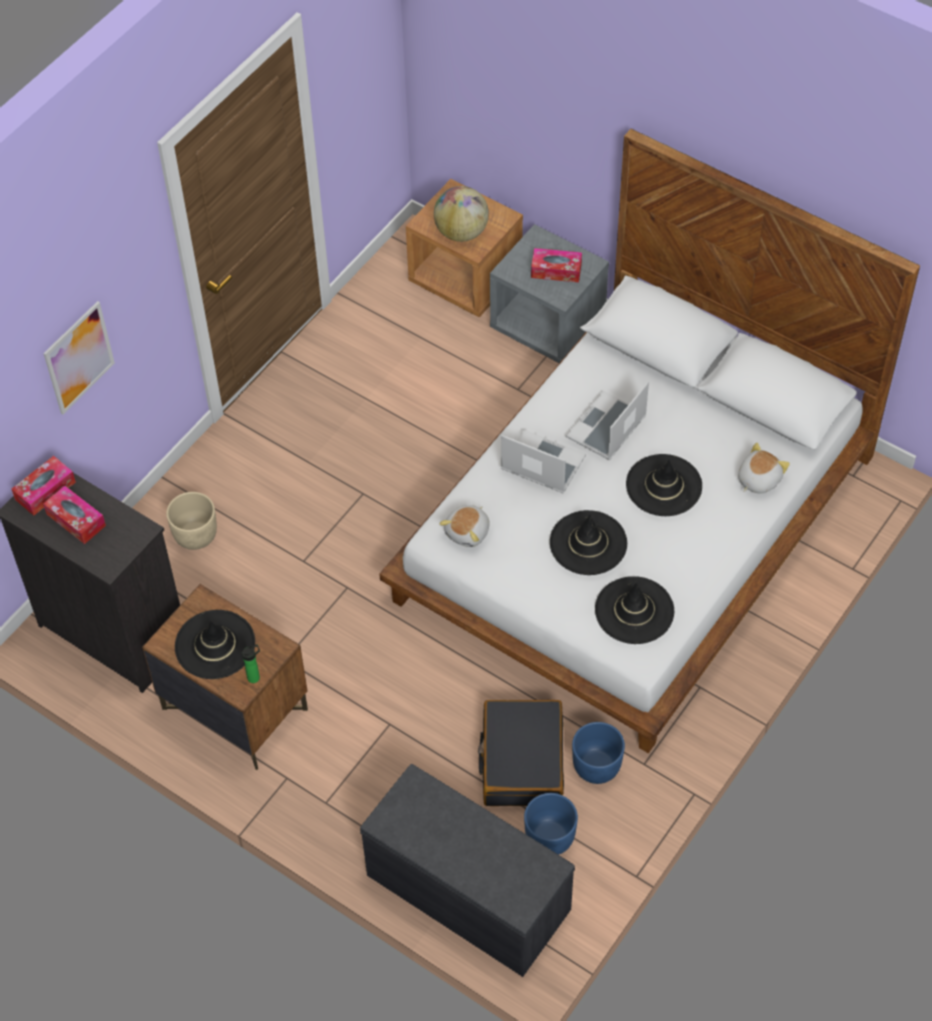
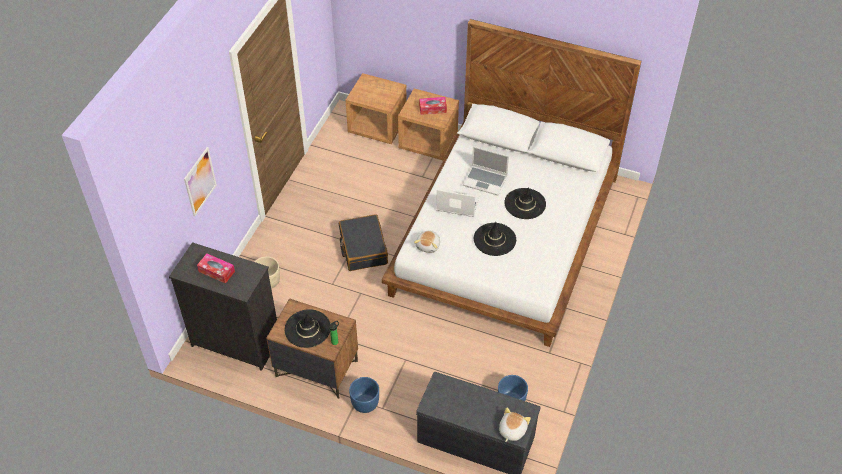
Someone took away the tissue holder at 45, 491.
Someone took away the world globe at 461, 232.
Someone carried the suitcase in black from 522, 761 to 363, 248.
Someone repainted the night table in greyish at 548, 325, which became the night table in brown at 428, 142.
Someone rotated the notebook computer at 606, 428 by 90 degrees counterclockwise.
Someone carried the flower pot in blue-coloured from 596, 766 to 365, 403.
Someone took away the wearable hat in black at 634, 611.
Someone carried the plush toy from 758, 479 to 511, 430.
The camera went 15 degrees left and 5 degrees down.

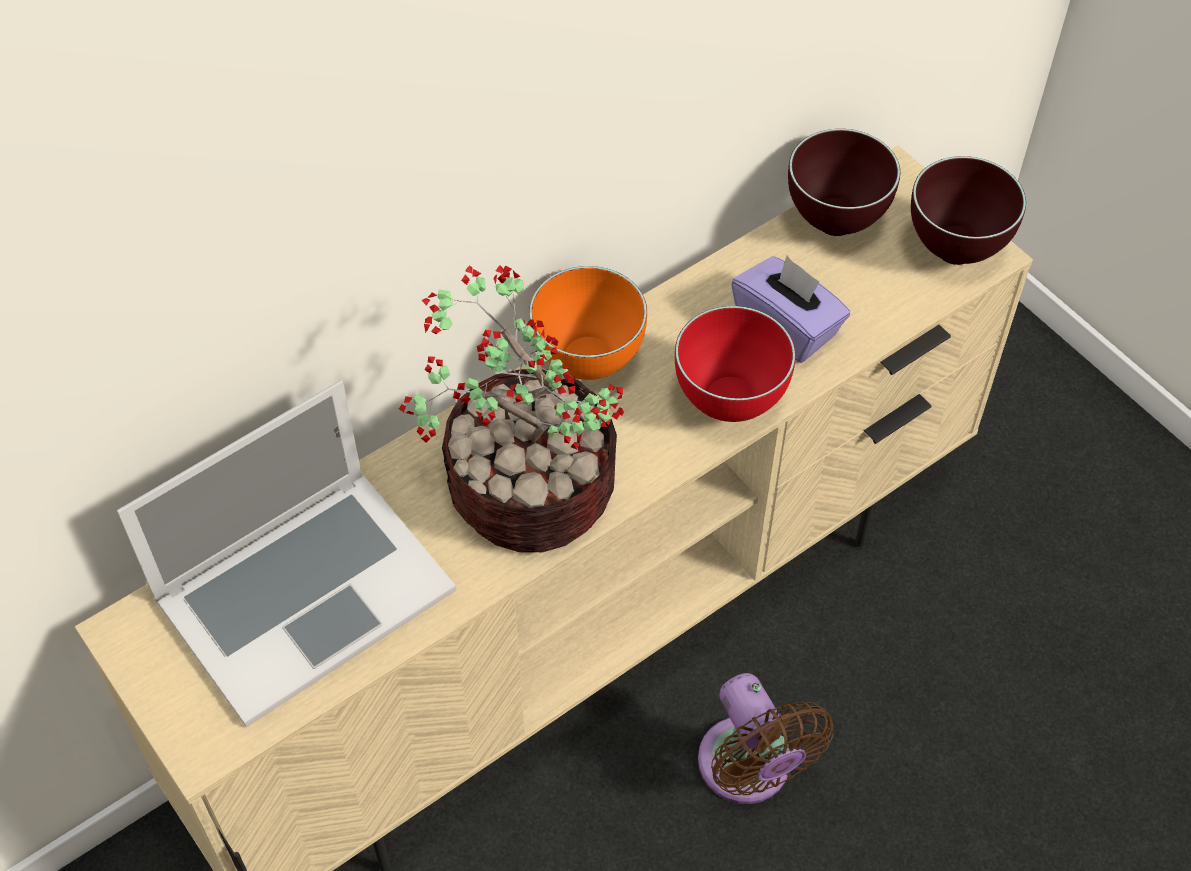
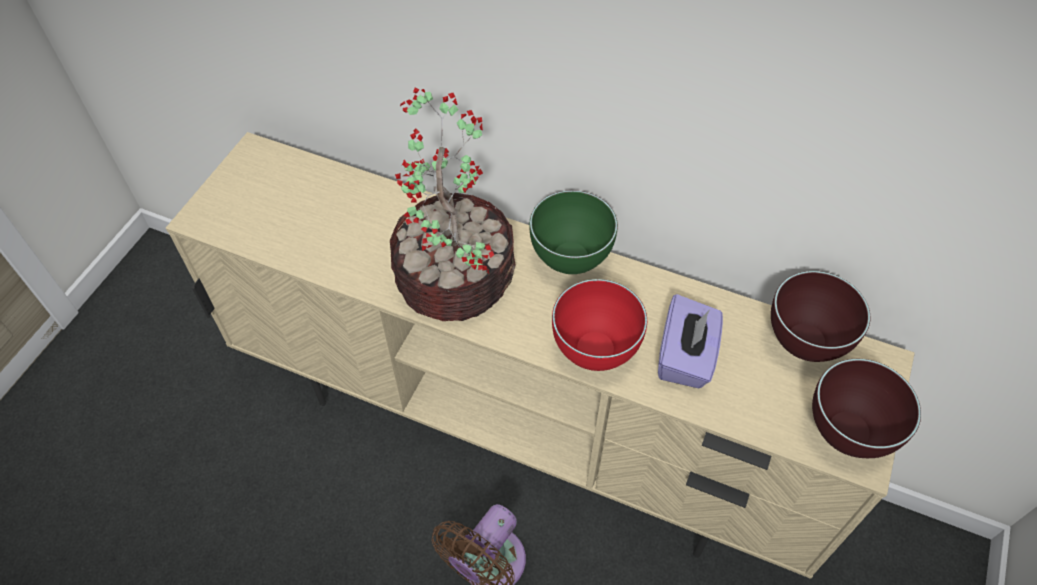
Someone took away the notebook computer at 304, 592.
Someone repainted the bowl in orangey at 590, 361, which became the bowl in greenish at 572, 262.
The camera went 60 degrees right and 0 degrees up.

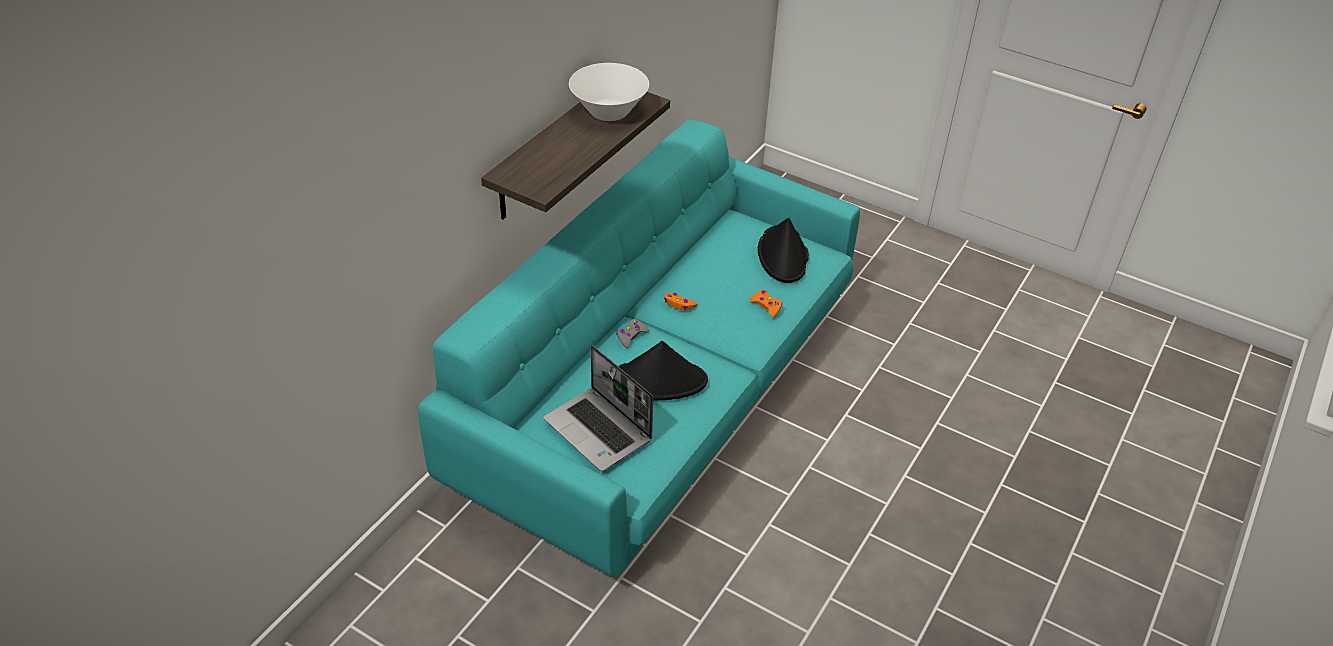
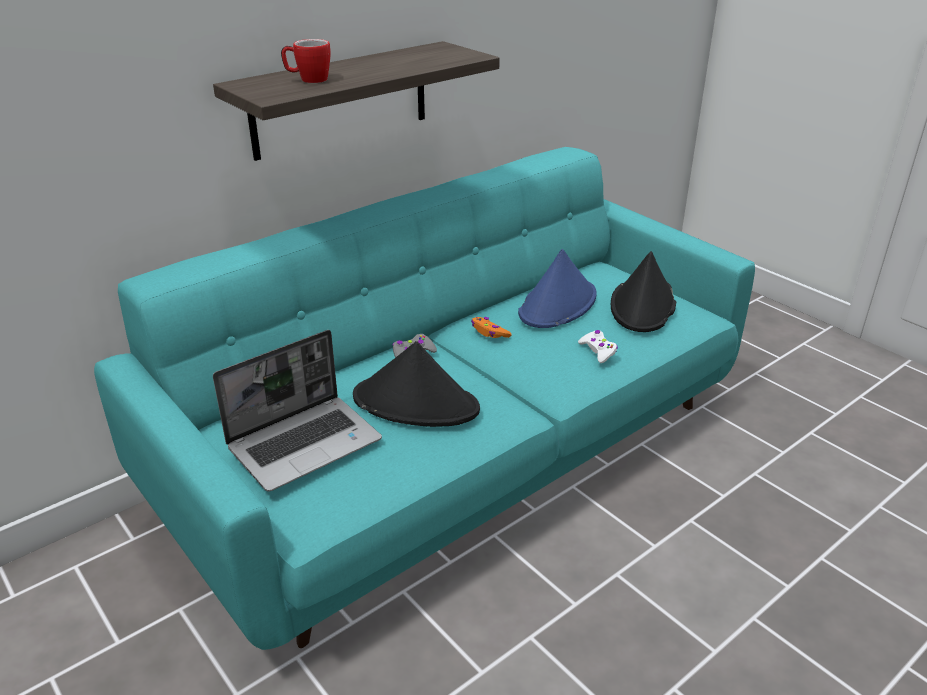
Someone rotated the notebook computer at 599, 430 by 105 degrees counterclockwise.
Someone took away the bowl in white at 609, 112.
Someone repainted the game controller in orangey at 766, 306, which became the game controller in white at 598, 351.
Someone put down the mug at 308, 80.
Someone put down the wearable hat in blue-coloured at 558, 305.
The camera went 20 degrees right and 10 degrees down.

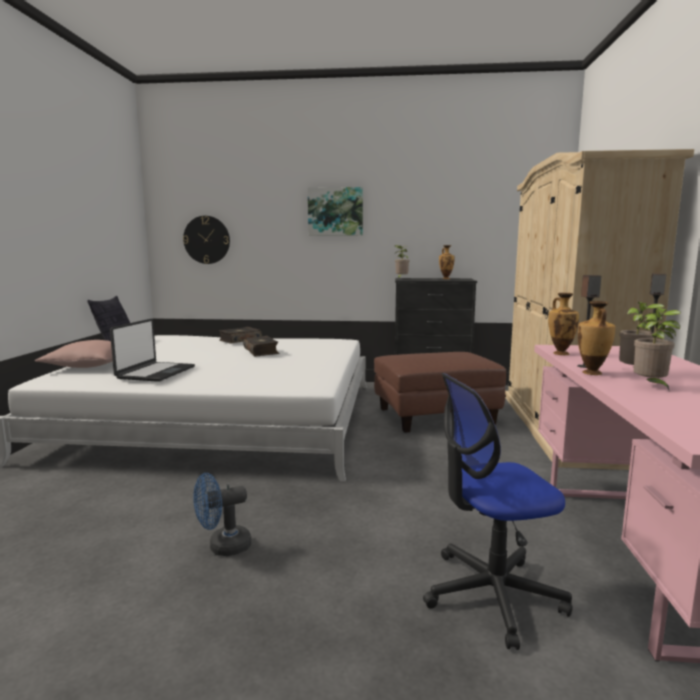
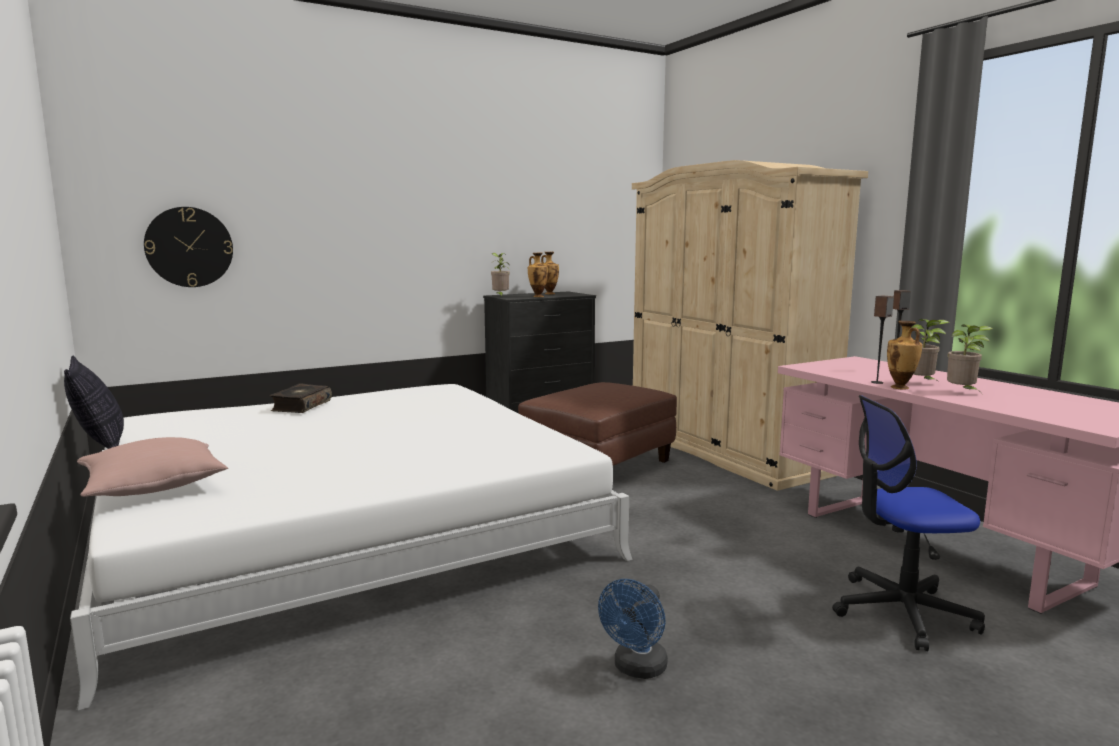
Someone took away the notebook computer at 155, 373.
Someone took away the bound book at 261, 351.
Someone took away the wall art at 335, 212.
Someone rotated the desk chair at 492, 594 by 45 degrees clockwise.
Someone carried the flower vase from 560, 353 to 537, 296.
The camera went 35 degrees left and 0 degrees up.

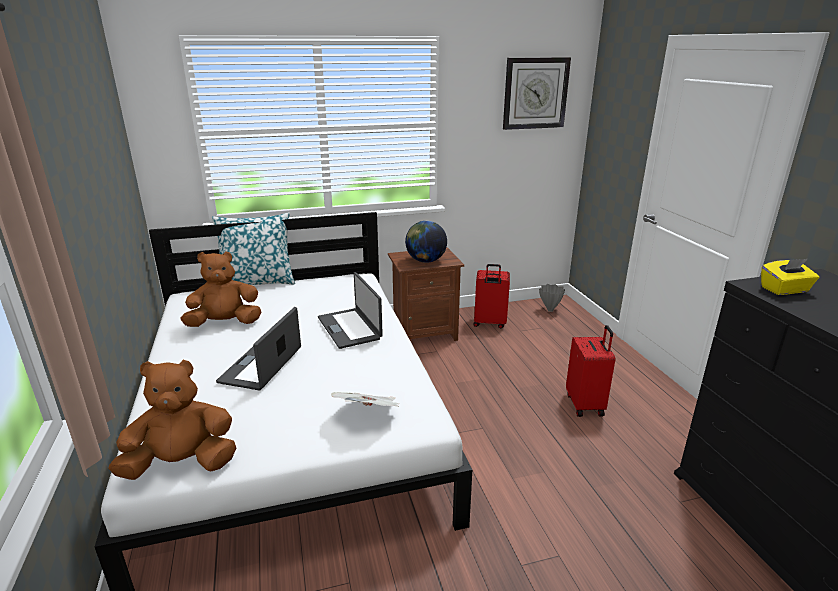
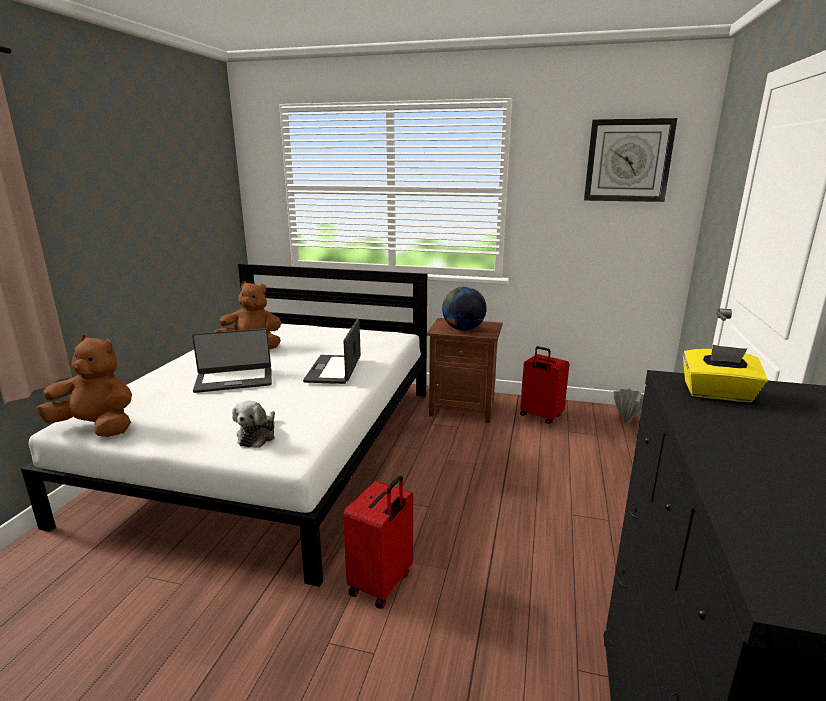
Someone took away the throw pillow at 258, 282.
Someone rotated the notebook computer at 262, 365 by 150 degrees counterclockwise.
Someone swapped the daily paper at 369, 414 for the plush toy at 258, 435.
Someone carried the suitcase in reddish from 585, 405 to 382, 584.
The camera went 30 degrees right and 5 degrees down.

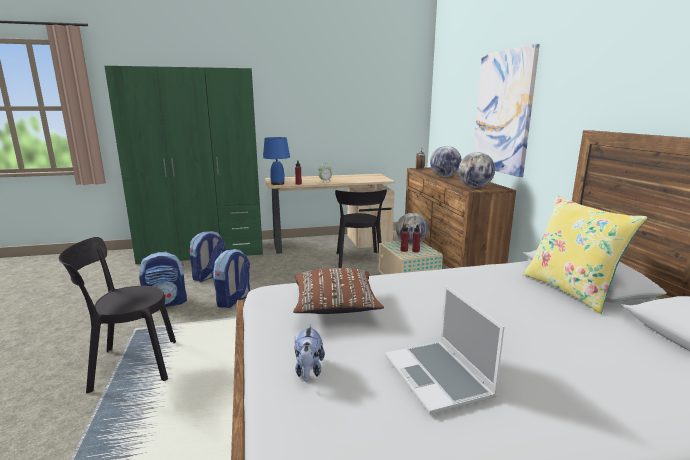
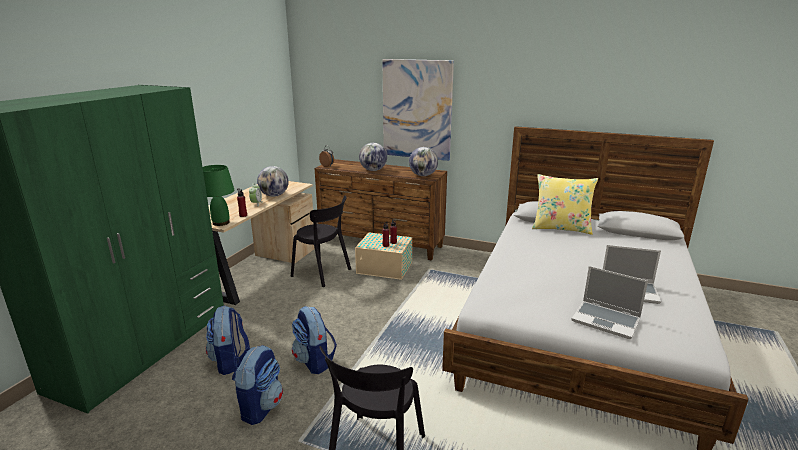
Someone repainted the tabletop lamp in blue-coloured at 278, 183, which became the tabletop lamp in greenish at 221, 222.
Someone took away the throw pillow in brown at 335, 306.
Someone swapped the plush toy at 309, 370 for the notebook computer at 606, 320.
Someone carried the world globe from 411, 243 to 274, 195.
The camera went 55 degrees left and 5 degrees up.

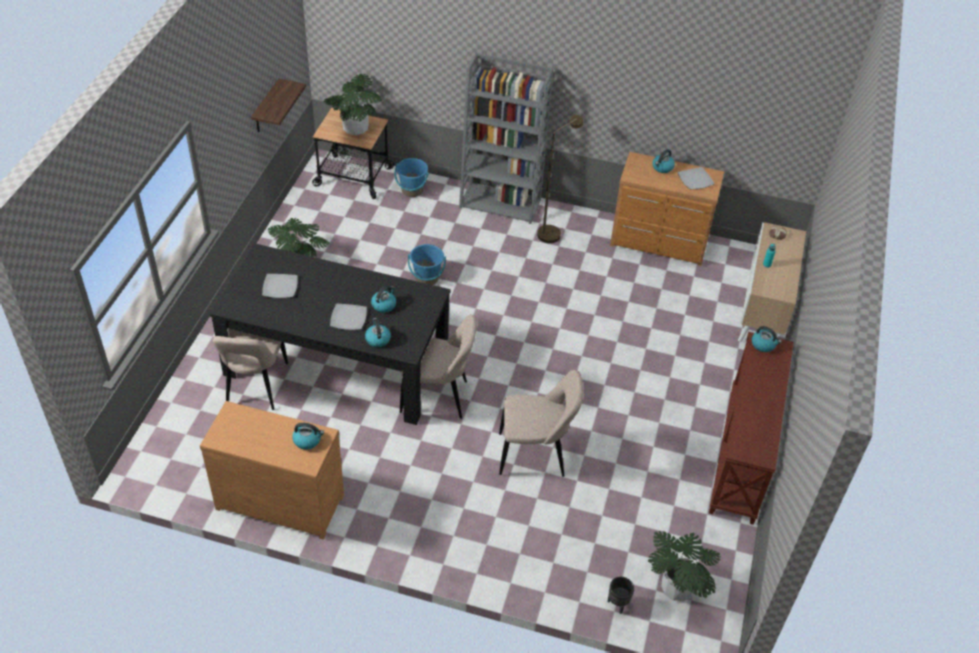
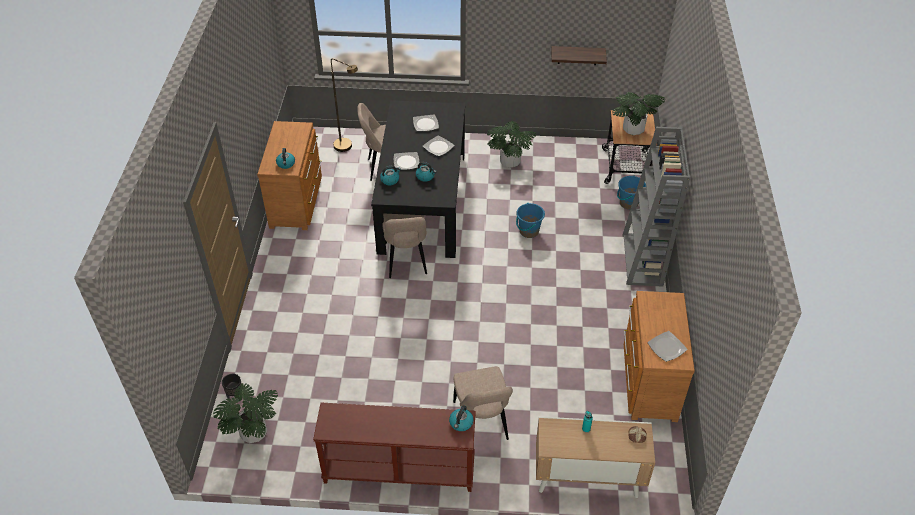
Someone carried the upright chair in beige from 535, 455 to 481, 423.
Someone carried the floor lamp in brown from 552, 232 to 347, 147.
Someone took away the tea kettle at 662, 168.
Someone put down the flat dish at 438, 147.
The camera went 80 degrees right and 0 degrees up.

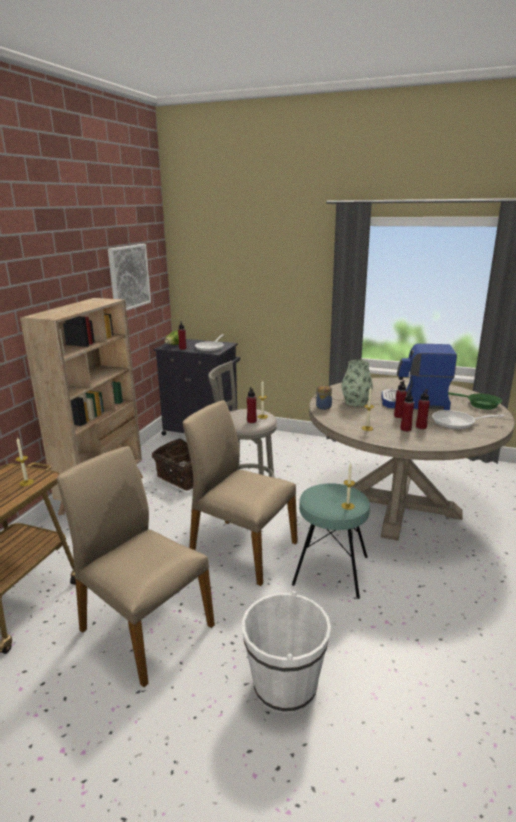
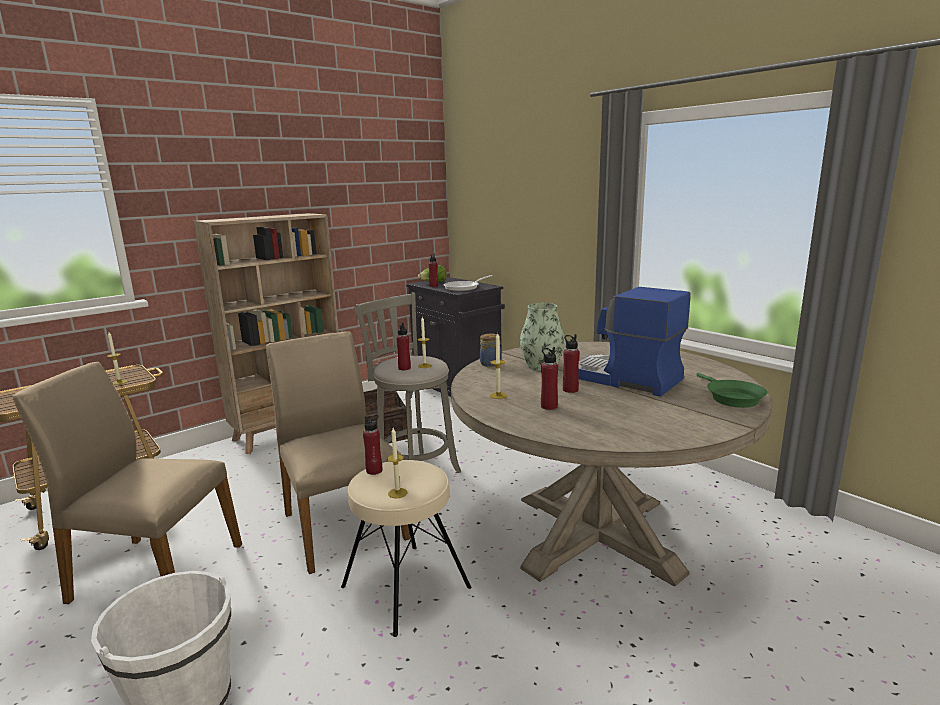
Someone rotated the upright chair in beige at 144, 628 by 60 degrees counterclockwise.
Someone took away the wall art at 129, 277.
Someone repainted the stool in blue-green at 331, 570, which became the stool in beige at 406, 587.
Someone carried the beverage bottle in reddish from 421, 427 to 374, 470.
Someone took away the pan at 457, 422.
The camera went 30 degrees right and 5 degrees down.

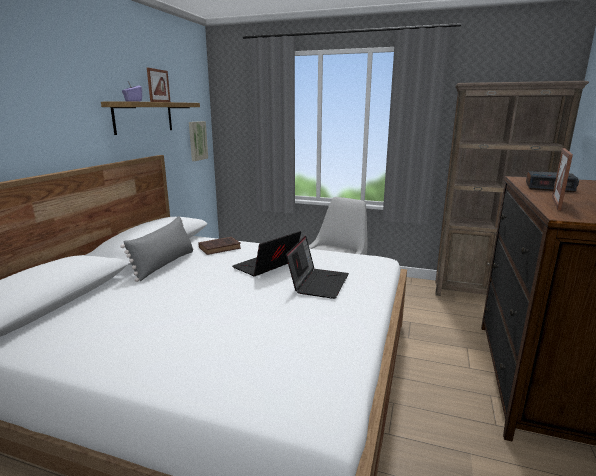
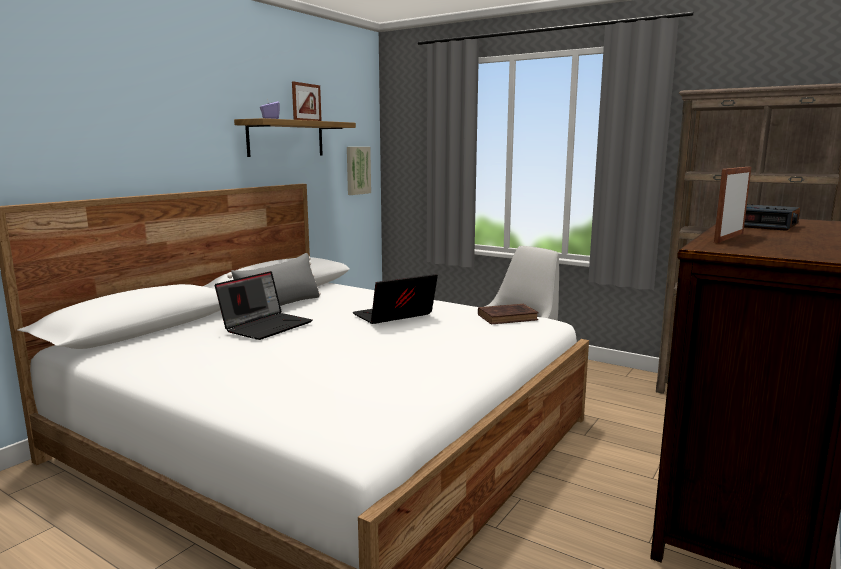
Someone carried the bound book in brown from 221, 248 to 509, 317.
Someone carried the notebook computer from 318, 283 to 266, 326.
The camera went 15 degrees right and 5 degrees down.

